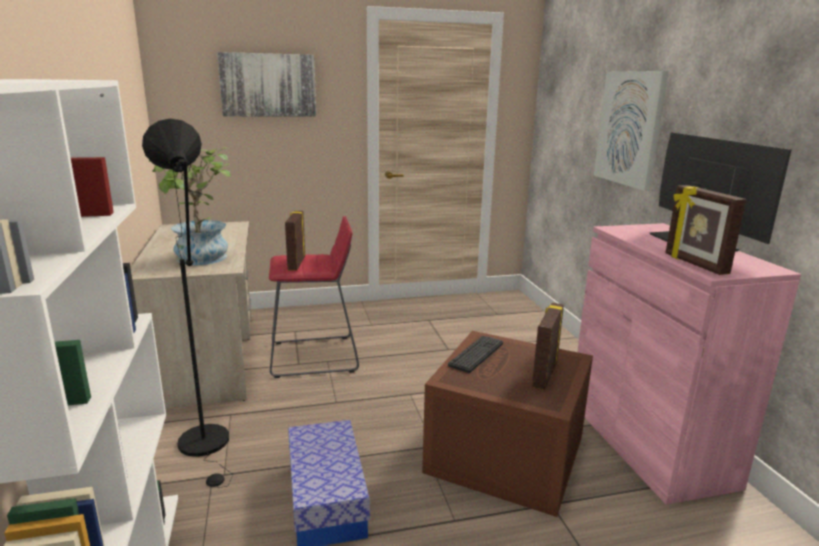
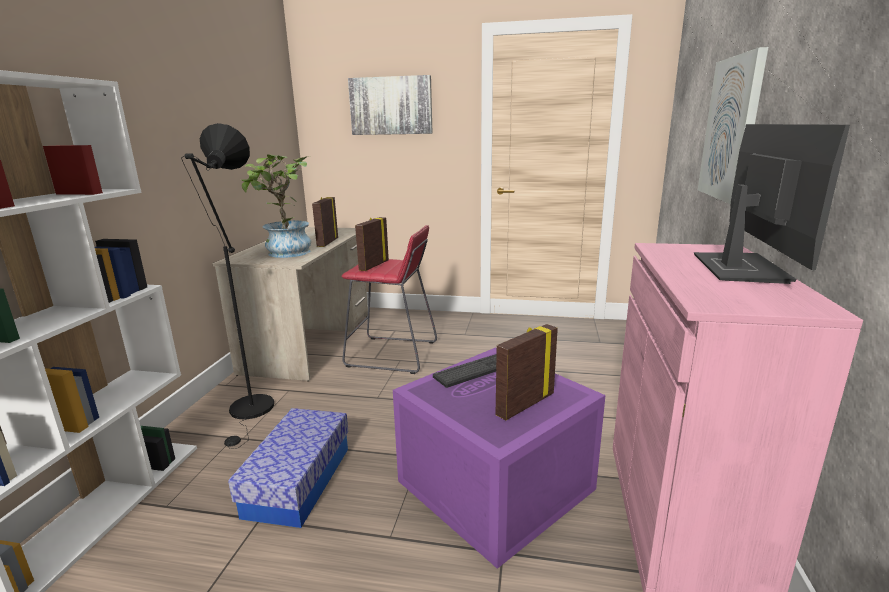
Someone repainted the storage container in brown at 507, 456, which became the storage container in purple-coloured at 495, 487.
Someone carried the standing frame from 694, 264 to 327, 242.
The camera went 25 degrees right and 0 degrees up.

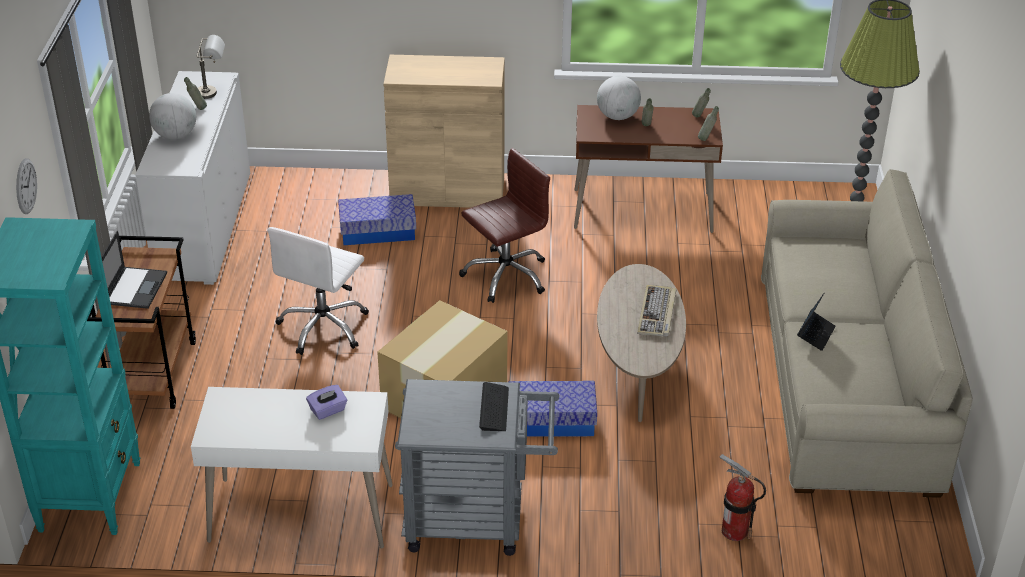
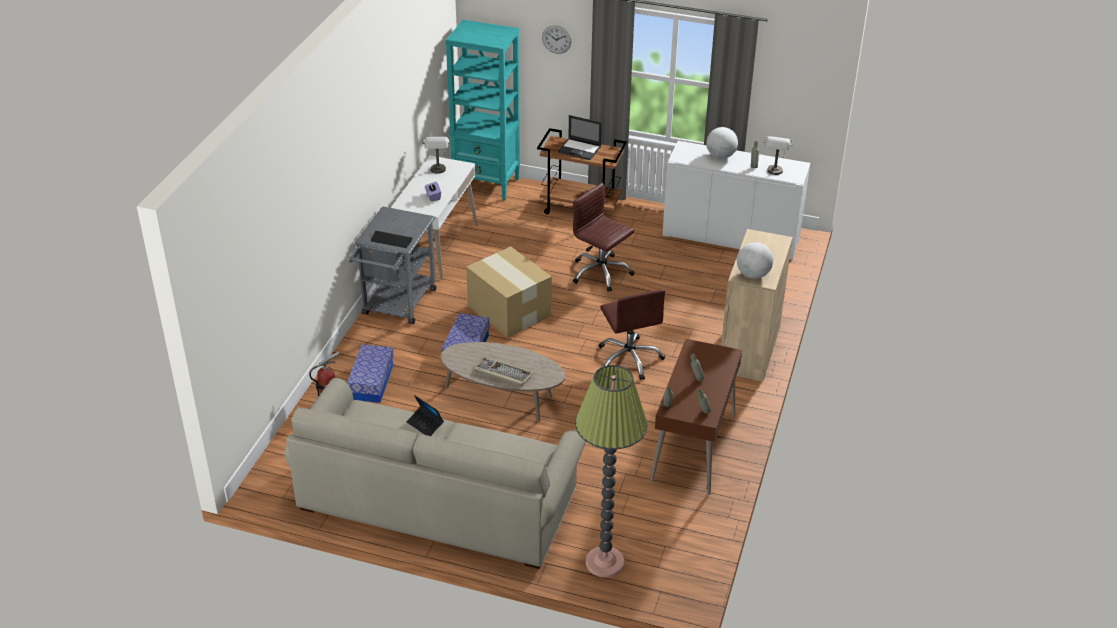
Someone repainted the desk chair in white at 324, 327, which became the desk chair in brown at 600, 273.
Someone carried the storage container from 378, 231 to 372, 382.
Someone carried the world globe from 617, 116 to 753, 275.
Someone put down the tabletop lamp in greyish at 438, 172.
The camera went 105 degrees right and 0 degrees up.

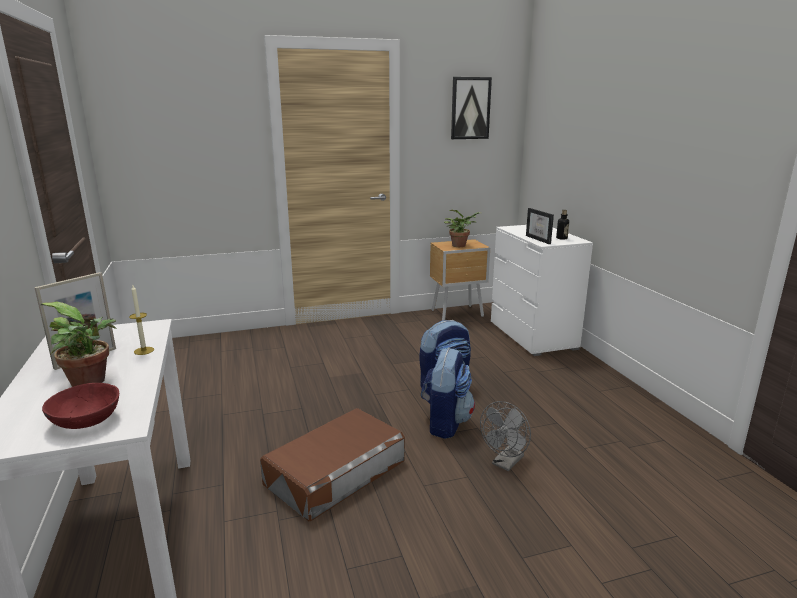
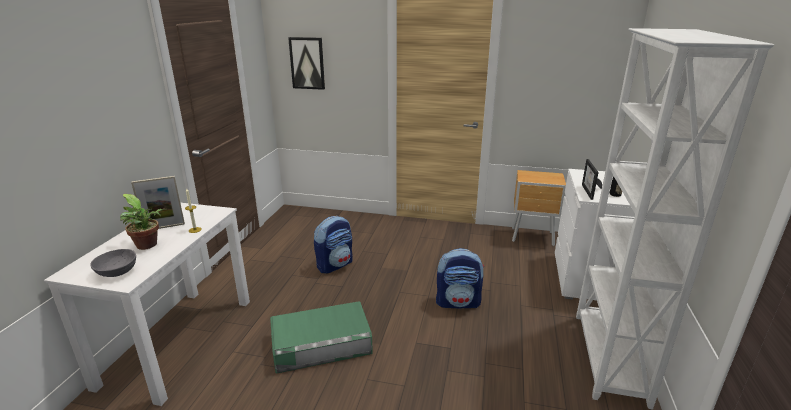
Someone repainted the bowl in reddish at 86, 420, which became the bowl in greyish at 117, 271.
Someone repainted the storage container in brown at 335, 471, which became the storage container in greenish at 321, 343.
Someone carried the backpack from 445, 423 to 335, 265.
Someone took away the potted plant at 460, 245.
Someone carried the wall art from 470, 108 to 307, 63.
Someone took away the electric fan in greyish at 505, 463.
Someone put down the shelving unit in white at 608, 358.
The camera went 30 degrees right and 5 degrees up.

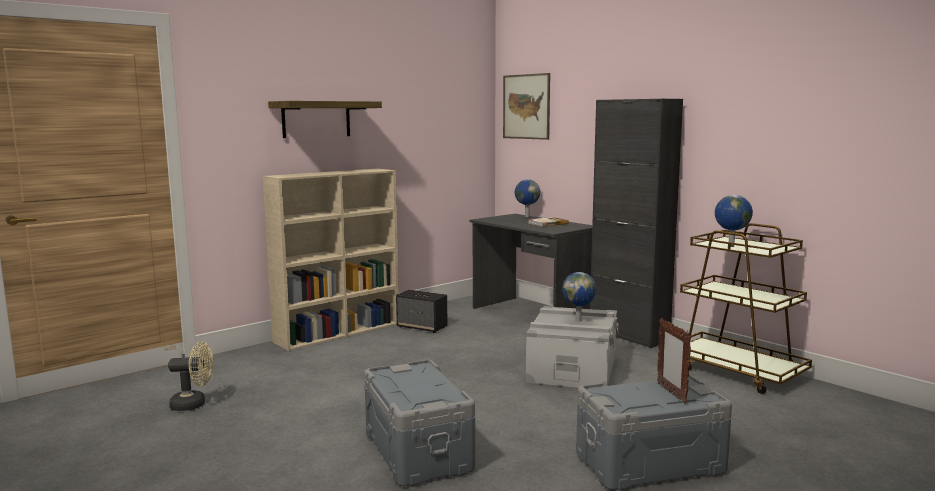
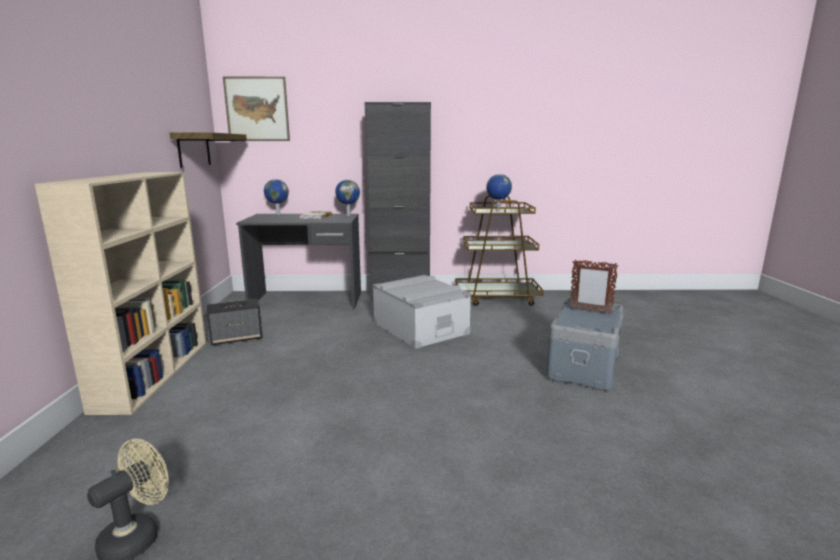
Someone carried the shelf from 316, 119 to 194, 149.
Someone took away the storage container in greyish at 416, 452.
Someone carried the world globe from 579, 320 to 348, 215.
The camera went 50 degrees left and 5 degrees up.

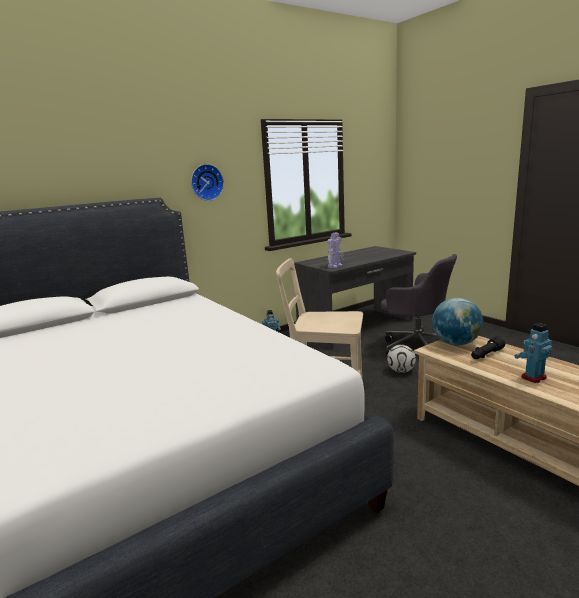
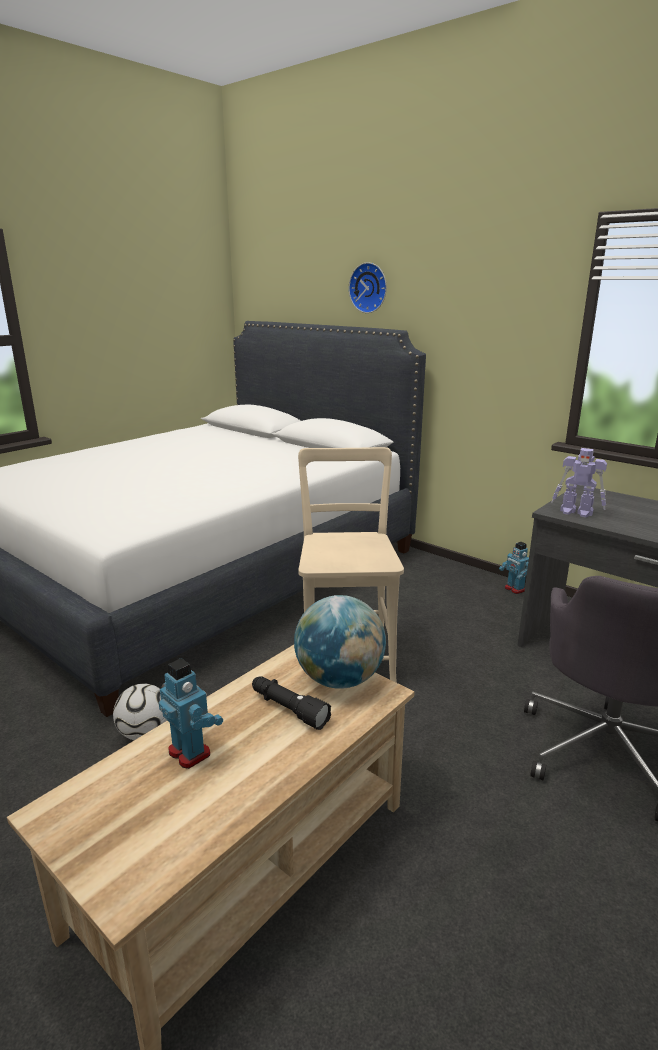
Someone carried the clock on the wall from 206, 182 to 369, 288.
Someone carried the football ball from 401, 371 to 144, 733.
The camera went 75 degrees right and 5 degrees up.

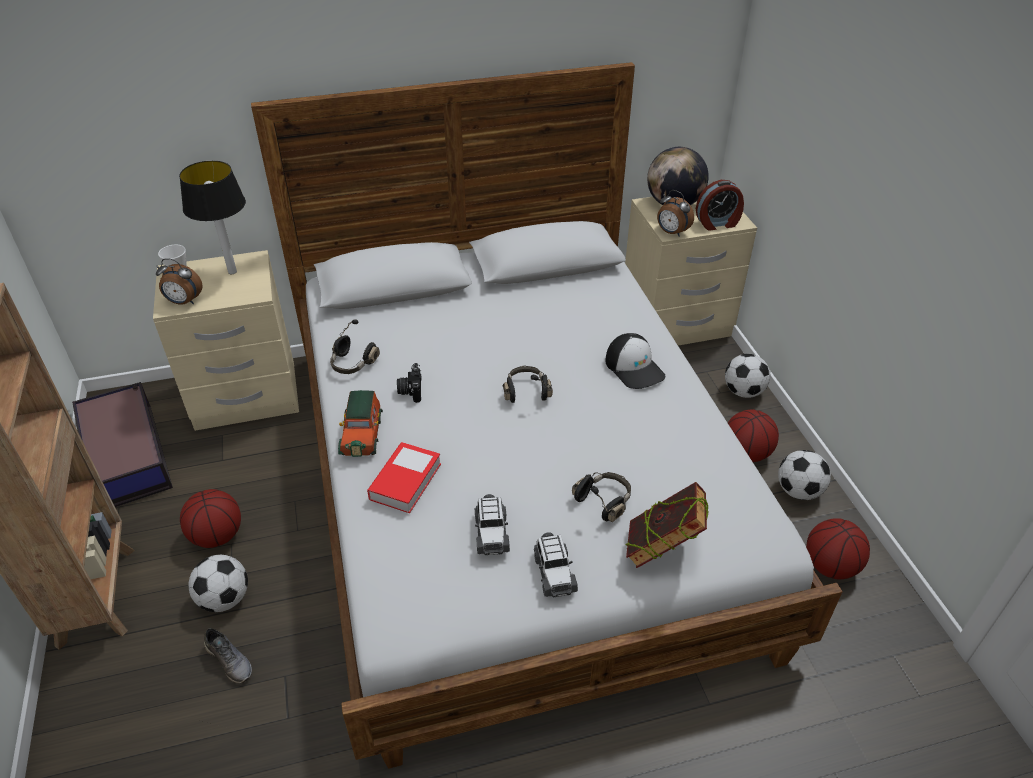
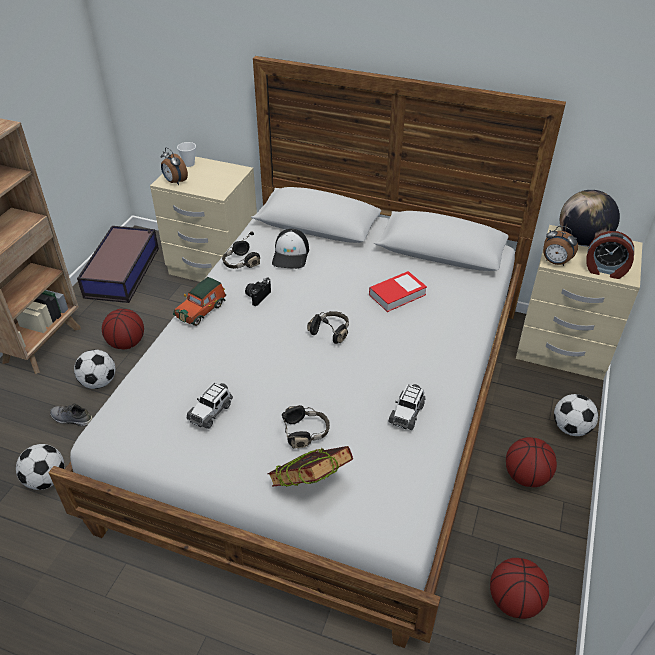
Someone took away the tabletop lamp at 232, 271.
Someone rotated the item of footwear in greyish at 230, 660 by 120 degrees clockwise.
Someone carried the bound book from 405, 481 to 397, 295.
Someone carried the model car from 554, 573 to 407, 413.
Someone carried the baseball cap from 634, 368 to 291, 255.
Someone rotated the bedside clock at 671, 232 by 45 degrees counterclockwise.
Someone carried the football ball from 798, 491 to 46, 480.
The camera went 35 degrees right and 0 degrees up.

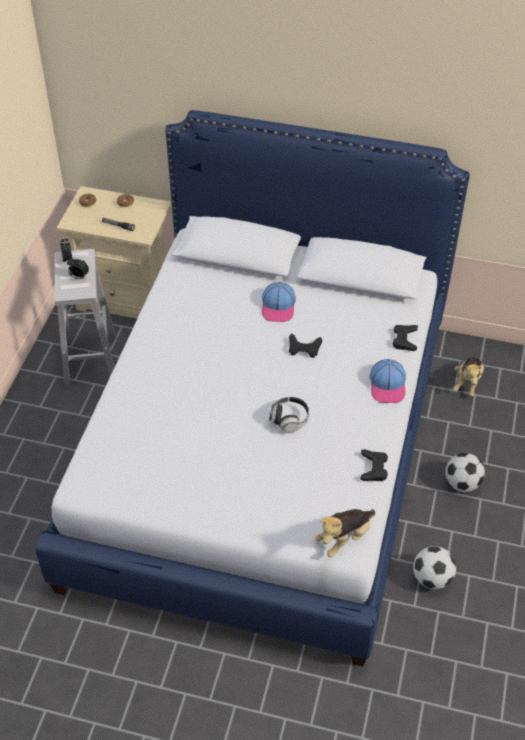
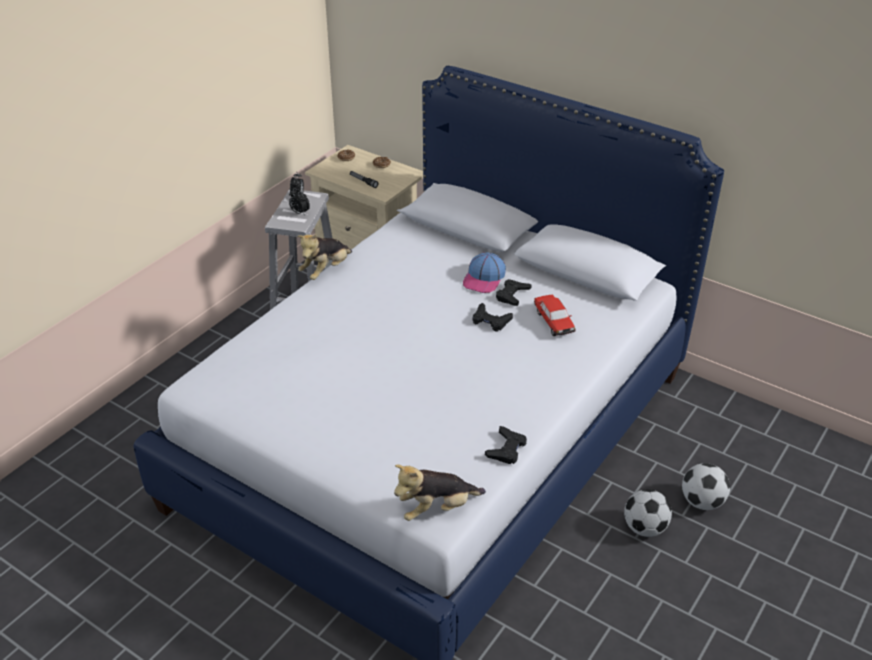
Someone took away the pair of headphones at 289, 419.
Someone took away the baseball cap at 388, 385.
Someone carried the game controller in black from 404, 339 to 512, 295.
Someone carried the football ball from 432, 578 to 702, 502.
Someone carried the plush toy from 467, 382 to 326, 270.
Someone put down the model car at 553, 321.
The camera went 20 degrees right and 10 degrees down.

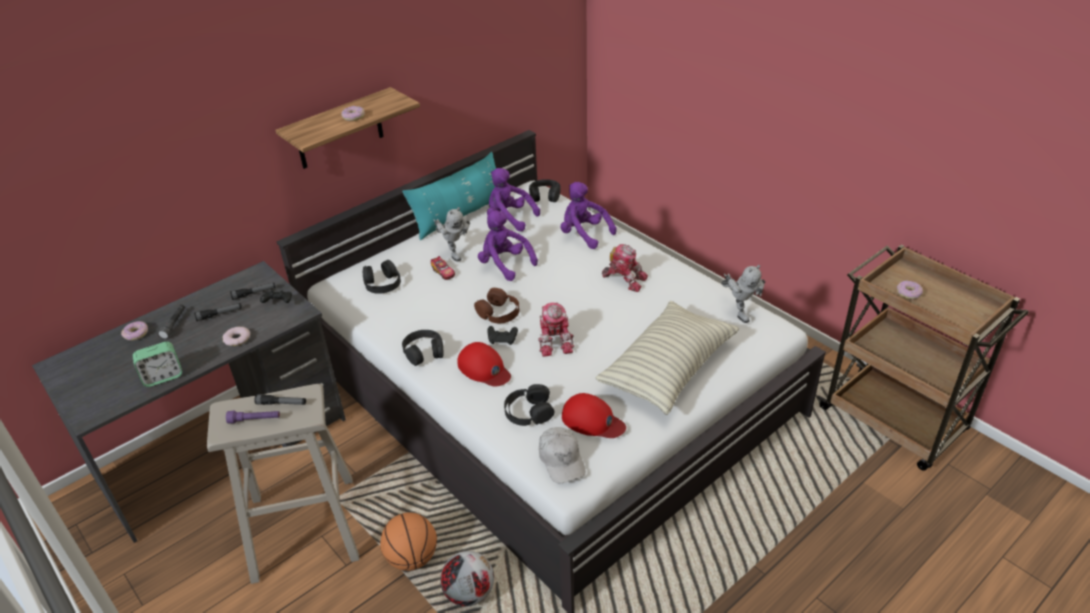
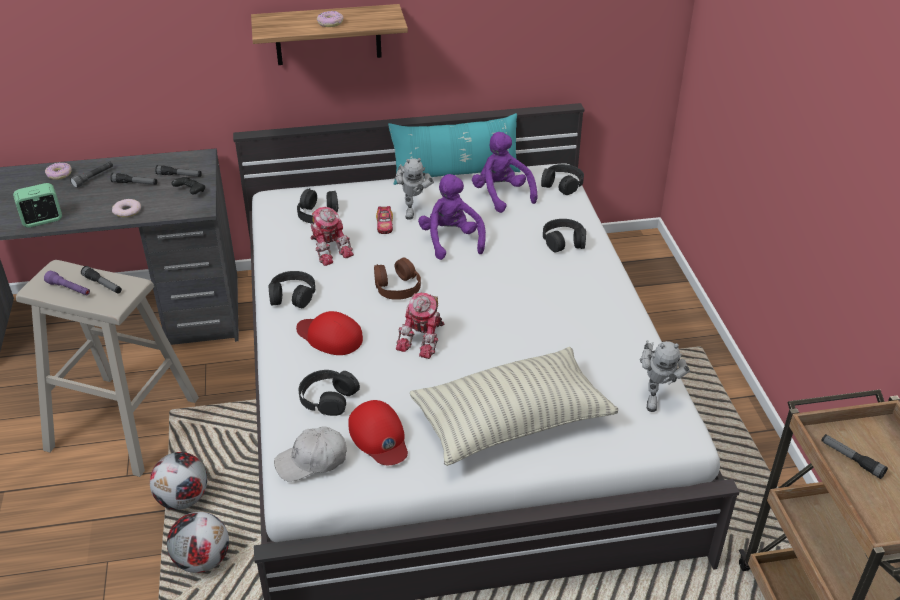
Someone rotated the bedside clock at 163, 377 by 150 degrees clockwise.
Someone swapped the ball for basketball at 412, 558 for the football ball at 184, 499.
Someone rotated the baseball cap in reddish at 484, 369 by 135 degrees clockwise.
Someone took away the game controller in black at 502, 340.
Someone rotated the baseball cap in white at 561, 460 by 60 degrees clockwise.
Someone swapped the plush toy in purple-coloured at 584, 234 for the pair of headphones in black at 564, 241.
Someone carried the model robot from 625, 279 to 329, 249.
Someone swapped the ring doughnut at 908, 293 for the flashlight at 851, 459.
The camera went 30 degrees right and 0 degrees up.

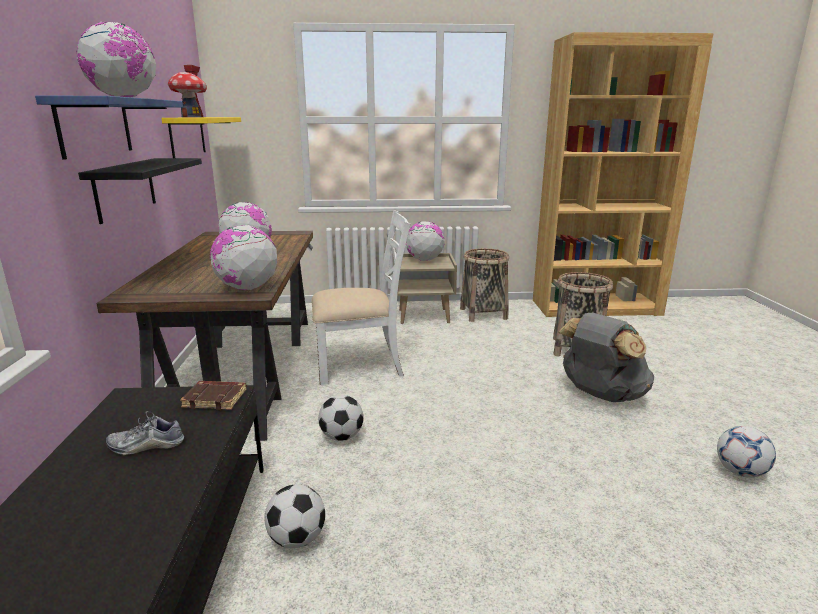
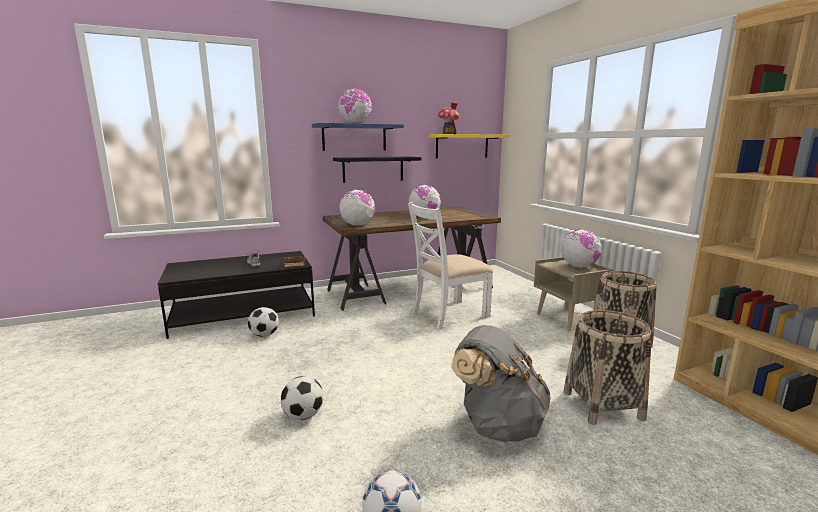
Someone rotated the upright chair in white at 360, 365 by 90 degrees clockwise.
Someone carried the football ball from 342, 436 to 303, 415.
The camera went 70 degrees right and 5 degrees down.

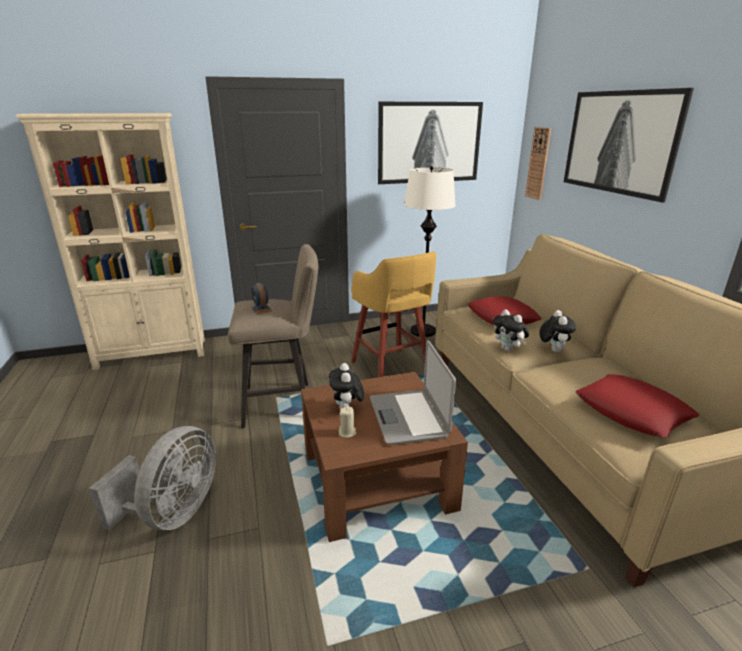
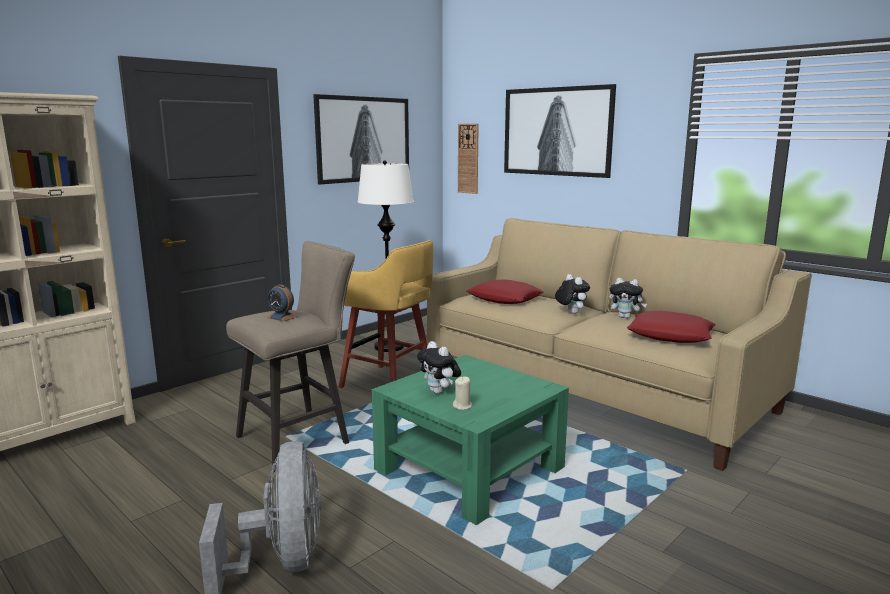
Someone repainted the lounge table in brown at 376, 479, which became the lounge table in greenish at 469, 469.
Someone took away the notebook computer at 409, 417.
Someone carried the plush toy from 508, 349 to 625, 317.
The camera went 30 degrees left and 10 degrees down.

